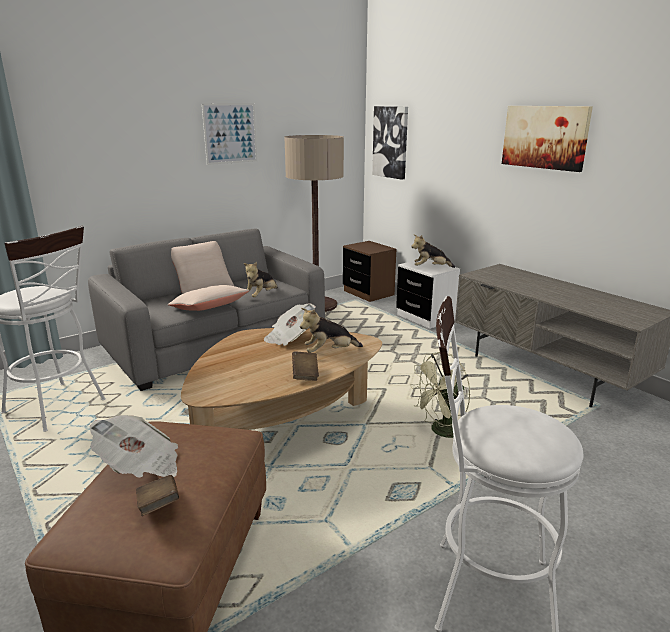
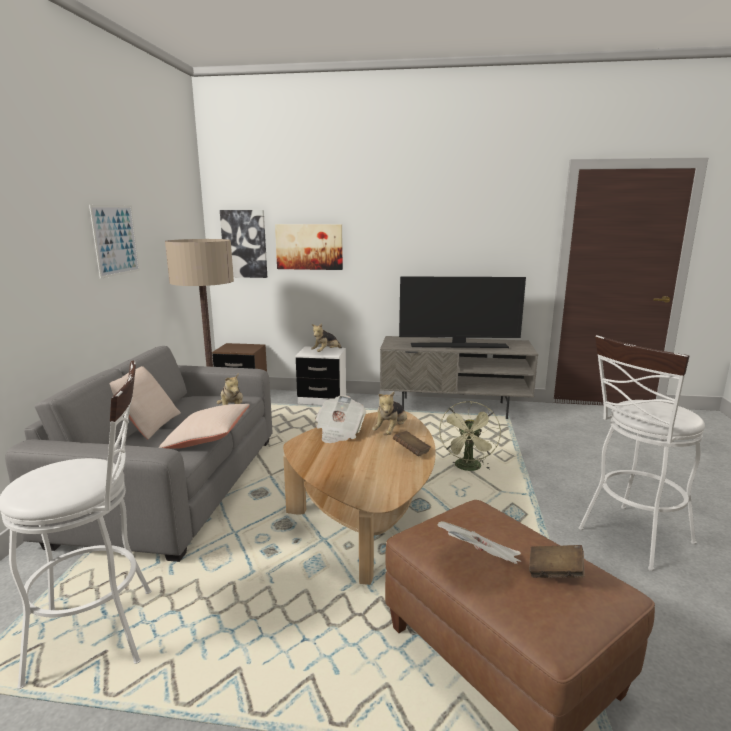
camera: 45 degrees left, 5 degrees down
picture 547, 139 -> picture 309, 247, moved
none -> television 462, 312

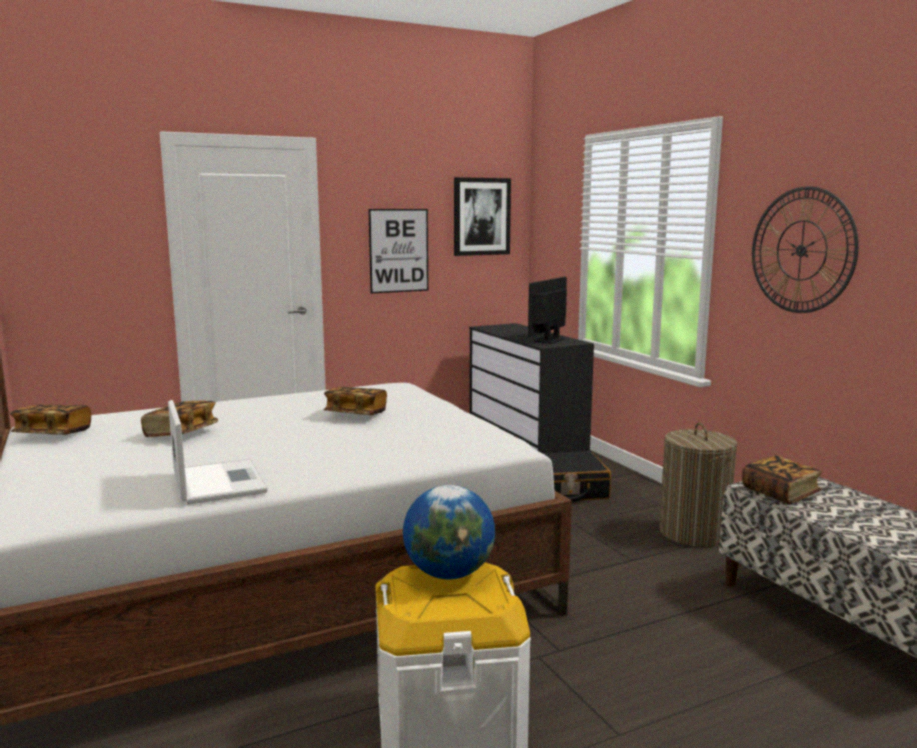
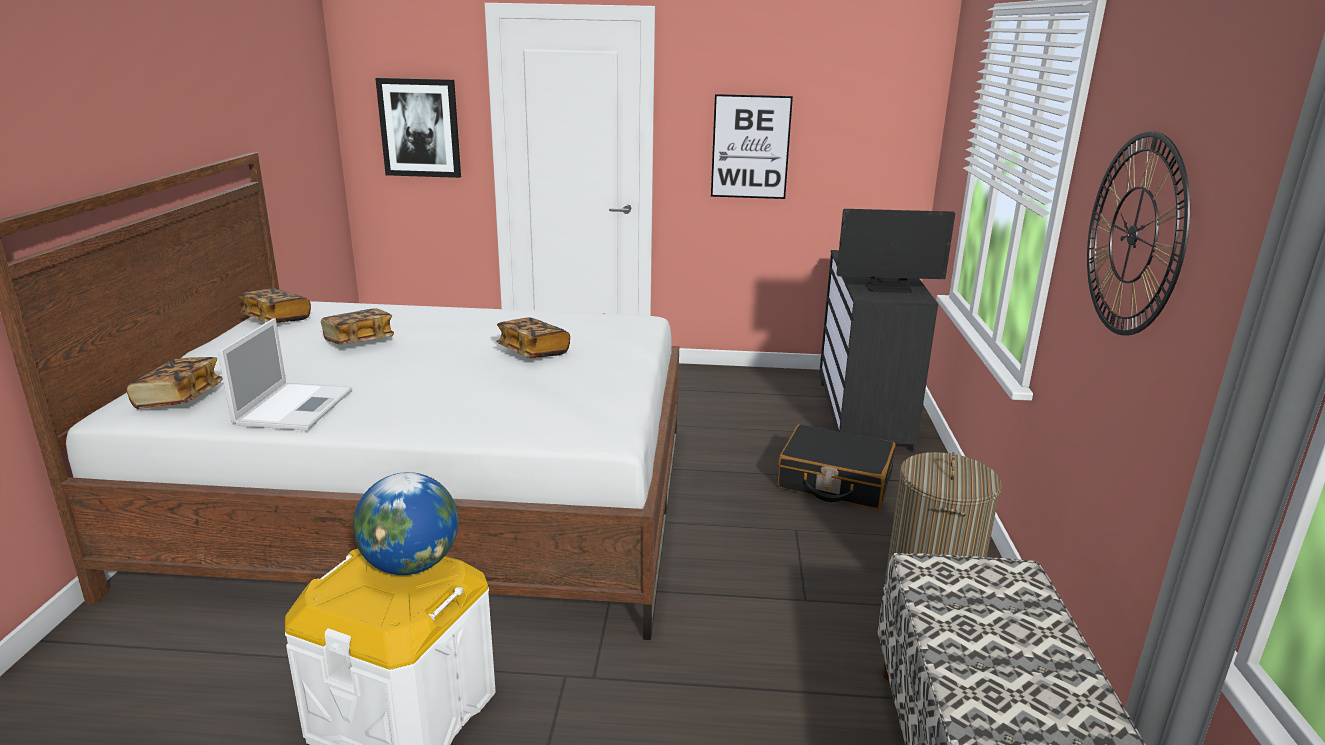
camera: 30 degrees right, 10 degrees up
book 782, 479 -> book 174, 383, moved
picture 482, 216 -> picture 418, 128, moved
monitor 547, 310 -> monitor 896, 251, 150 degrees counterclockwise

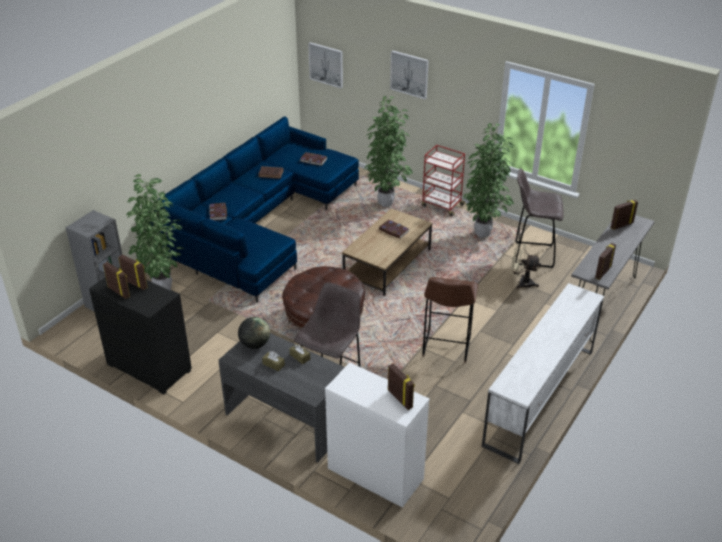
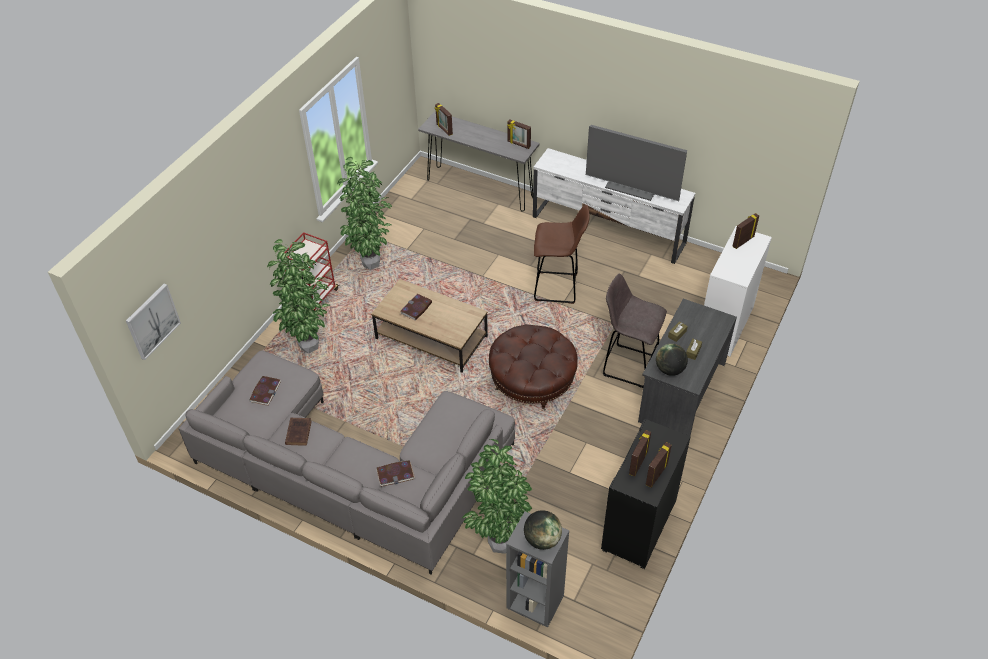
camera: 95 degrees left, 10 degrees up
sofa in blue 254, 209 -> sofa in grey 347, 462
none -> globe 543, 530
none -> television 636, 163
picture 409, 74 -> none
fan in beige 525, 266 -> none
stool in grey 539, 218 -> none

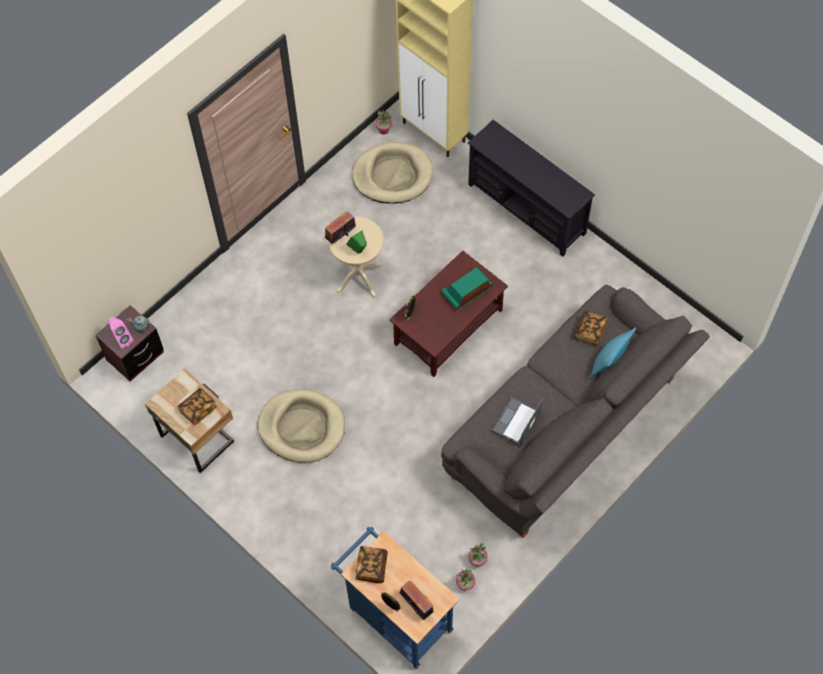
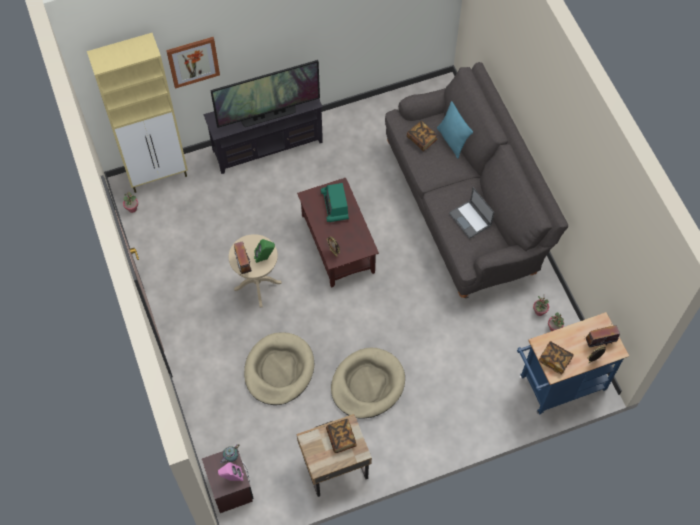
camera: 65 degrees left, 0 degrees up
none -> picture 193, 63
none -> television 265, 94
dog bed in beige 392, 173 -> dog bed in beige 279, 368, moved

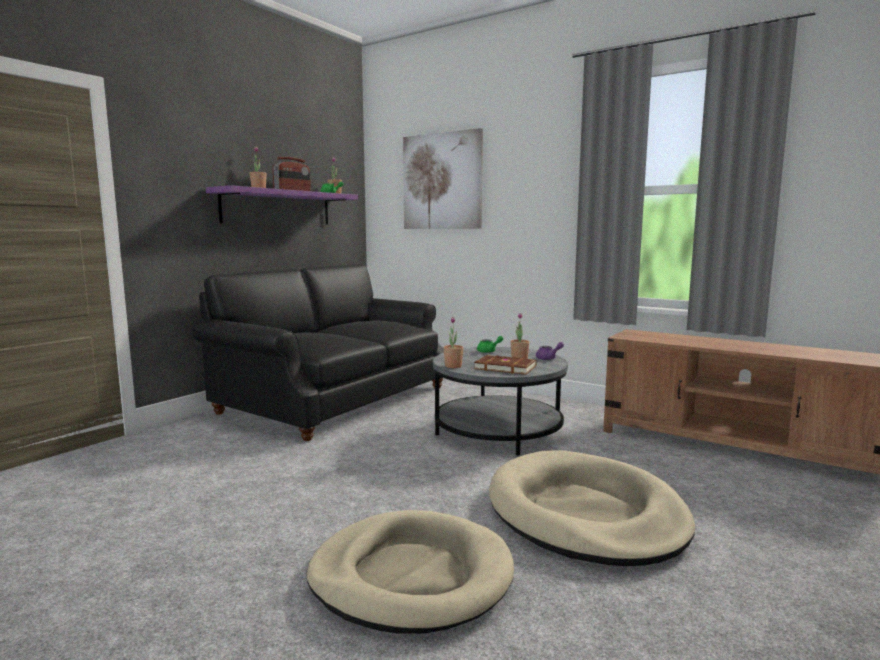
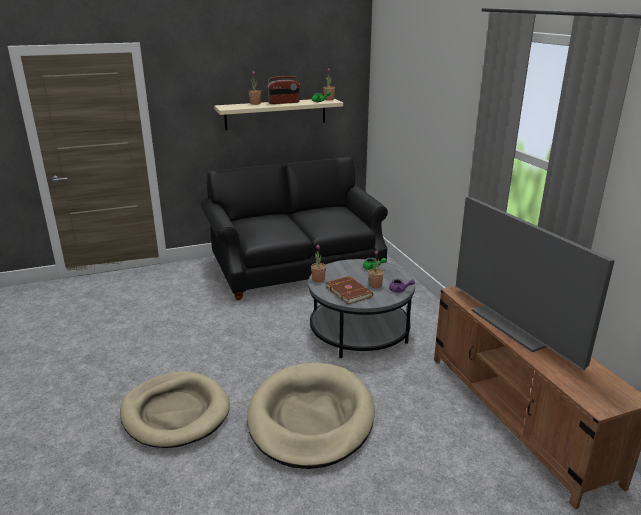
camera: 35 degrees right, 15 degrees up
shelf in purple 282, 204 -> shelf in beige 278, 114
none -> television 535, 284
picture 443, 178 -> none

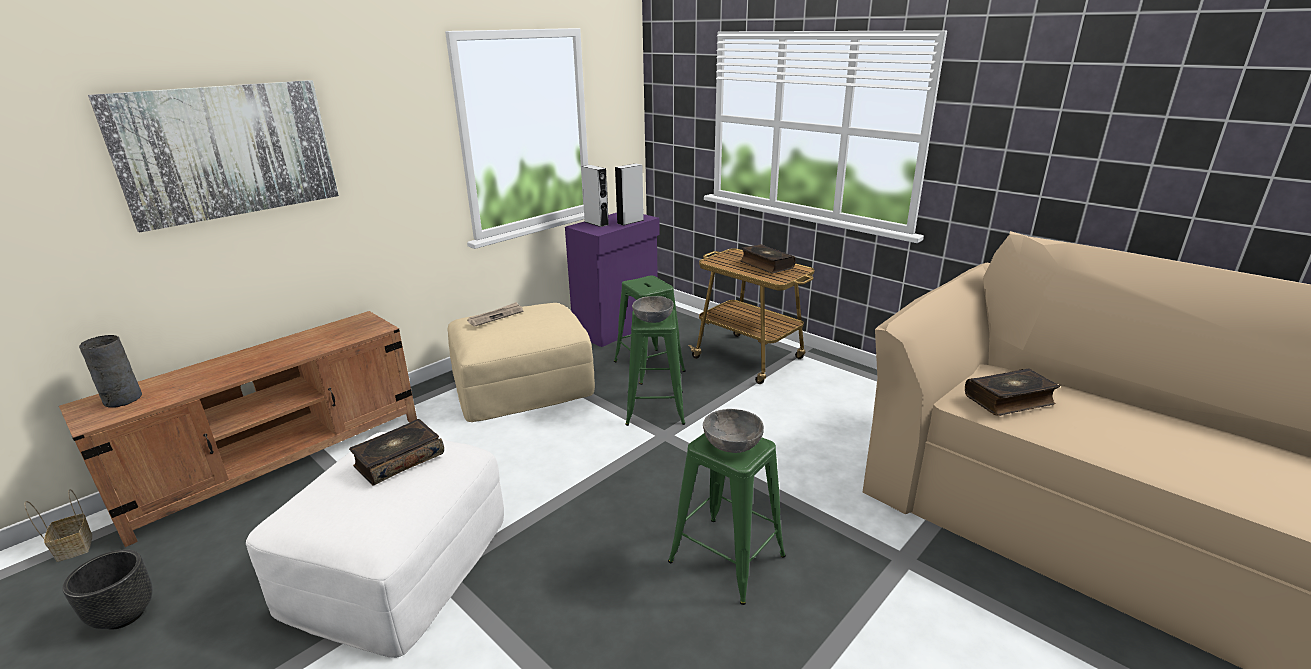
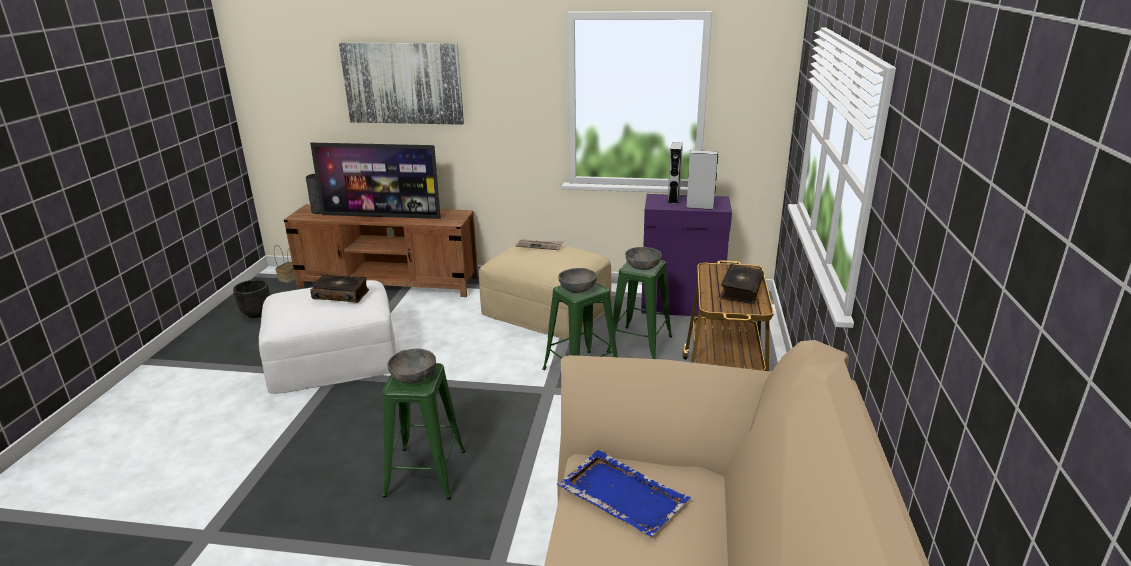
camera: 55 degrees right, 0 degrees up
none -> television 375, 181
book 1012, 392 -> tray in blue 624, 493
none -> bowl in grey 643, 258

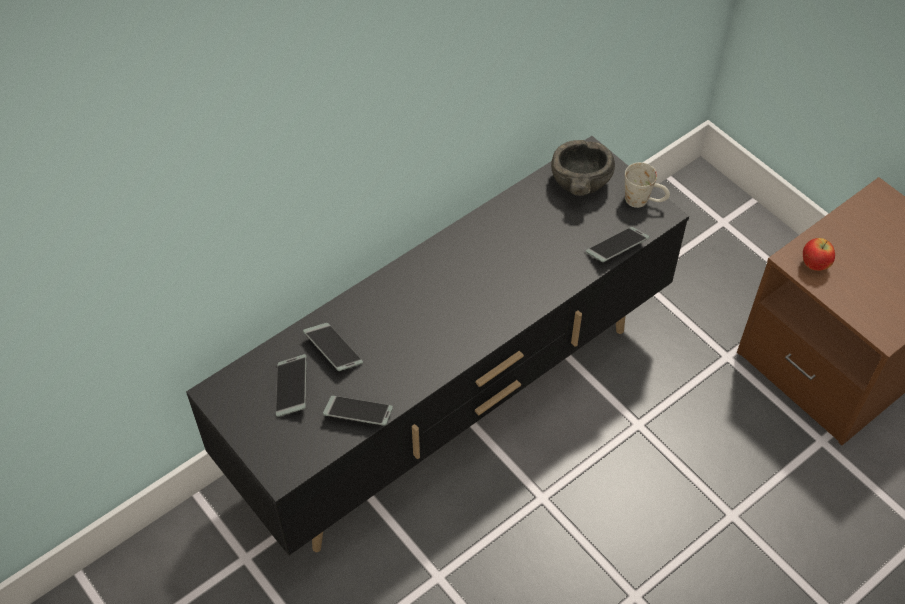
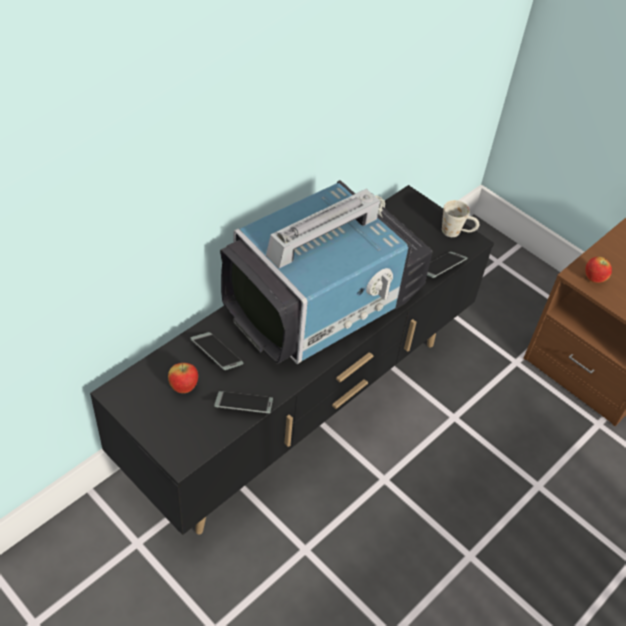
camera: 10 degrees left, 5 degrees down
phone 291, 385 -> apple 183, 378
none -> television 326, 272
bowl in grey 583, 168 -> none

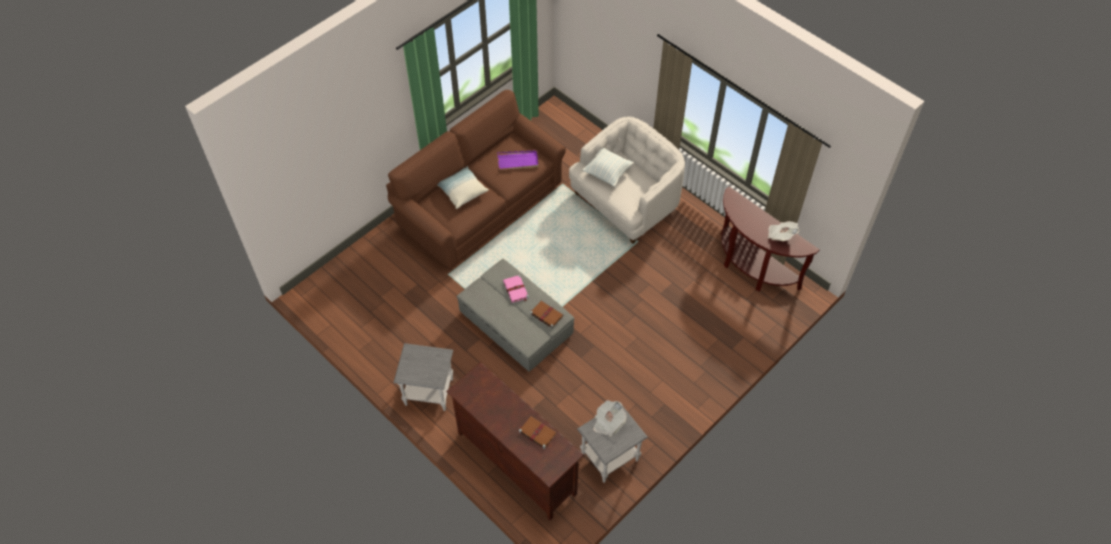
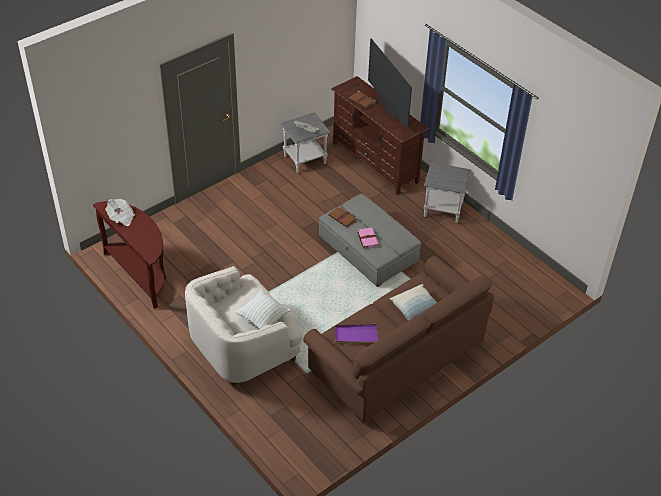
camera: 175 degrees left, 10 degrees down
none -> television 390, 84

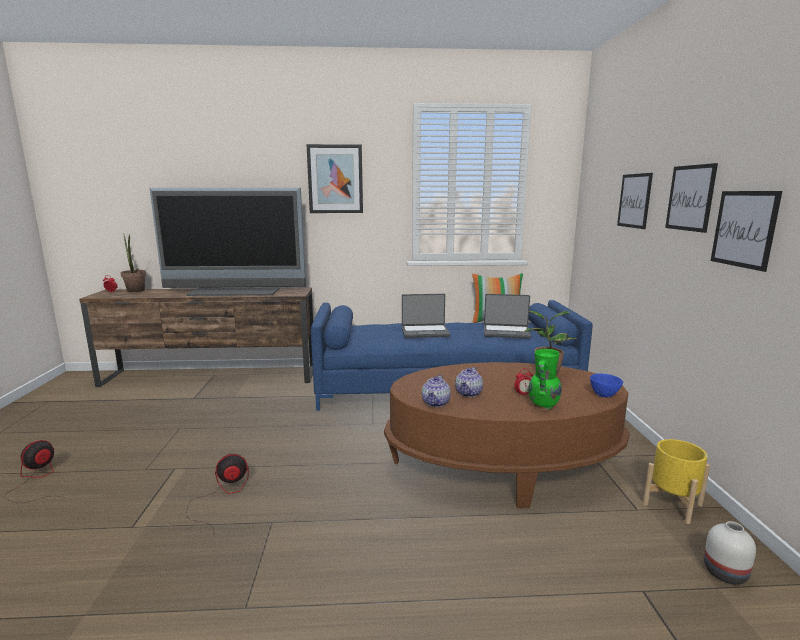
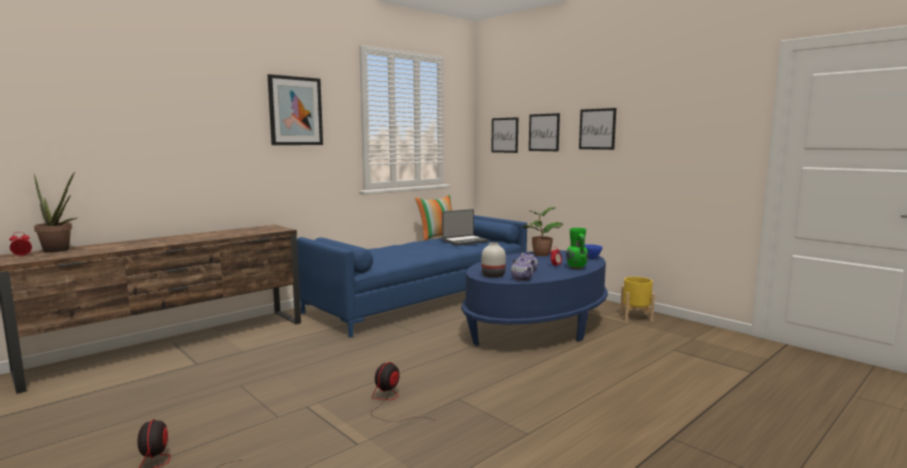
camera: 40 degrees left, 5 degrees down
coffee table in brown 507, 435 -> coffee table in blue 534, 298
vase in white 730, 553 -> vase in white 494, 260, moved
picture 746, 231 -> picture 504, 135, moved
television 228, 242 -> none
laptop 426, 316 -> none

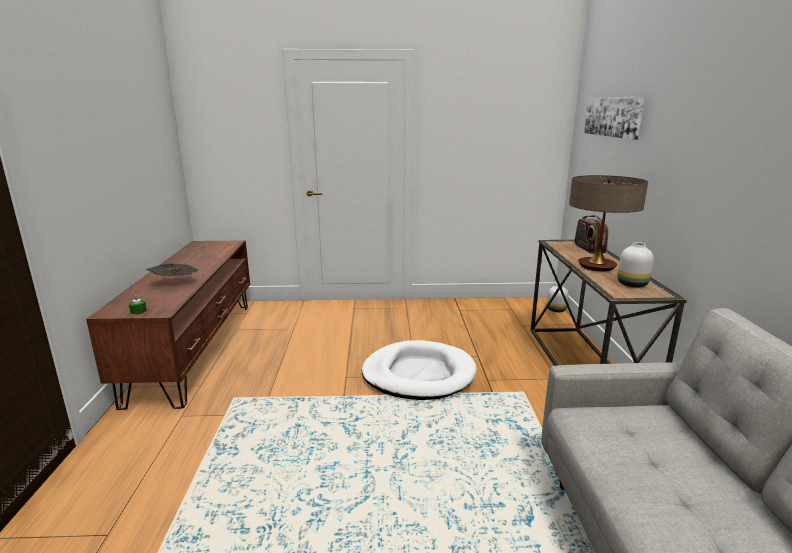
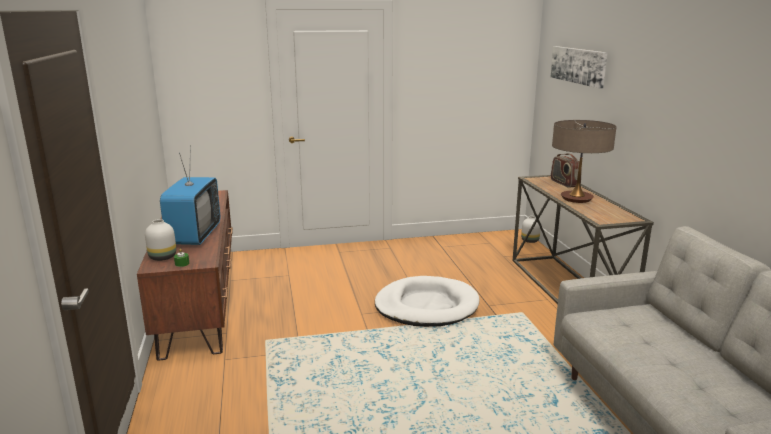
camera: 10 degrees left, 0 degrees up
vase in white 636, 265 -> vase in white 160, 240, moved
newspaper 172, 270 -> television 190, 195

